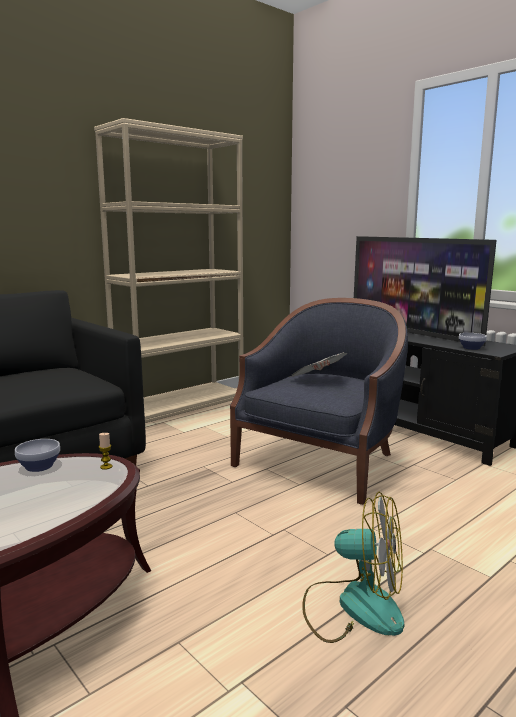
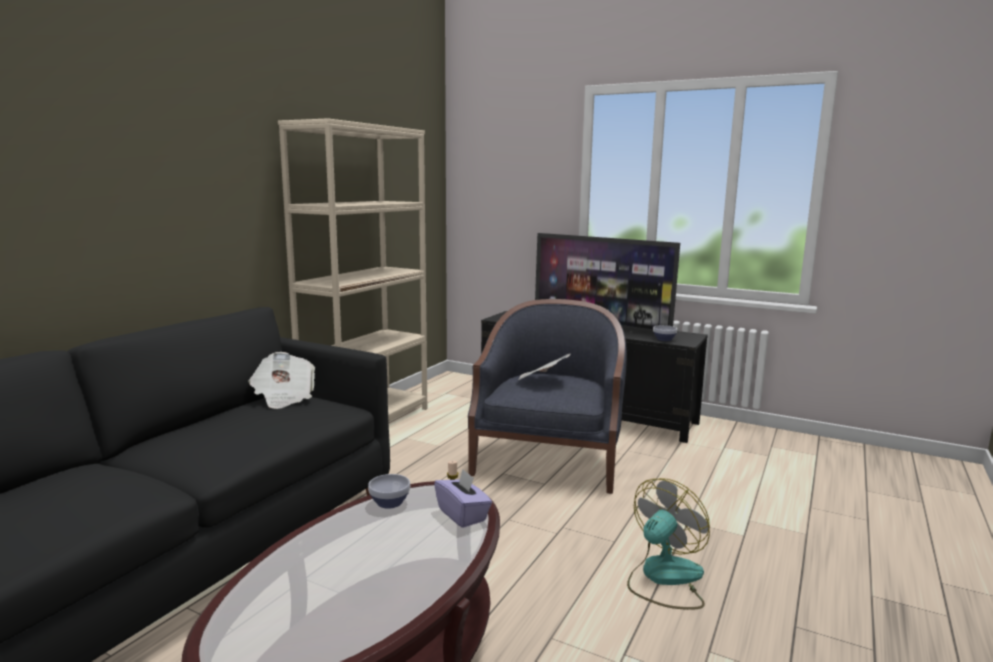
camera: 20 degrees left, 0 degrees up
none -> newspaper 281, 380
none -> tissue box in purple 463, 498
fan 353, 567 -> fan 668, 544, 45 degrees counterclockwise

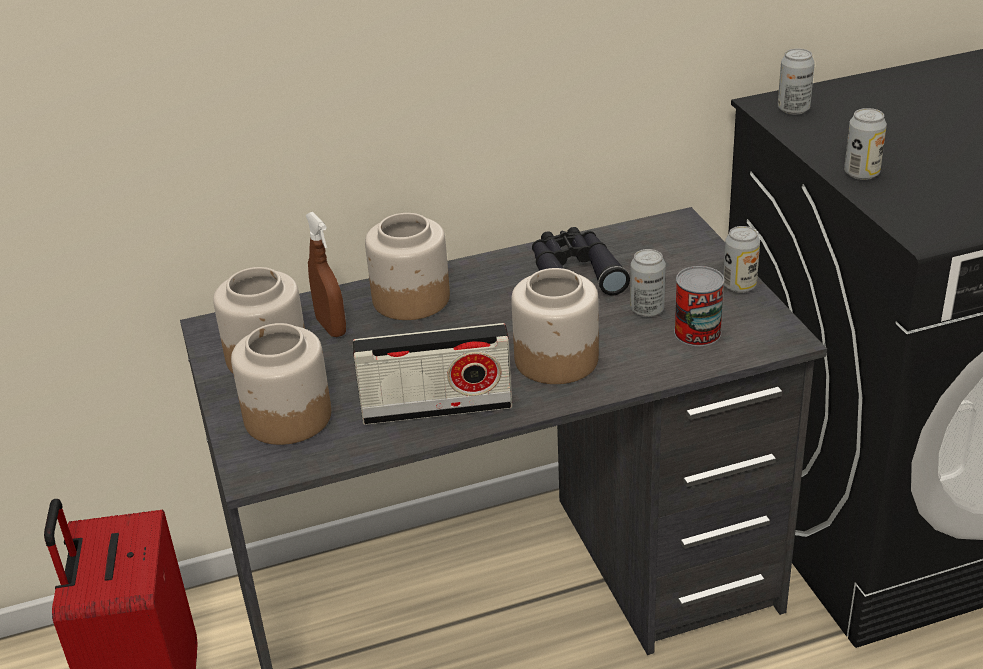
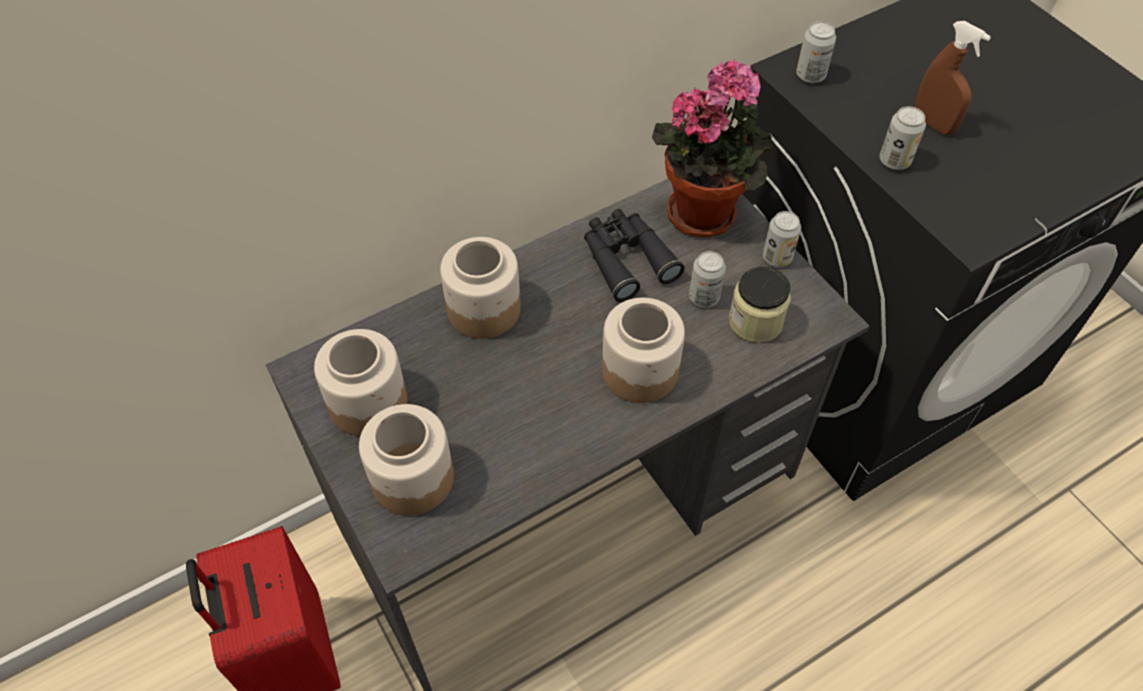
camera: 15 degrees left, 20 degrees up
none -> potted plant 712, 148
can 699, 306 -> jar 760, 305
spray bottle in brown 325, 274 -> spray bottle in brown 953, 78, moved
radio 432, 374 -> none

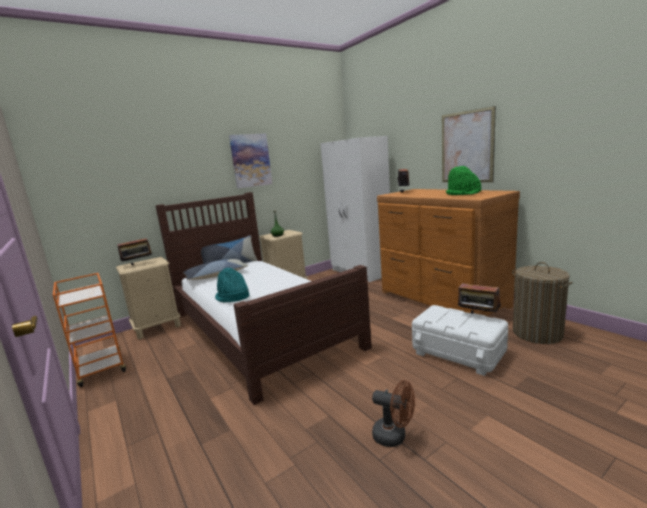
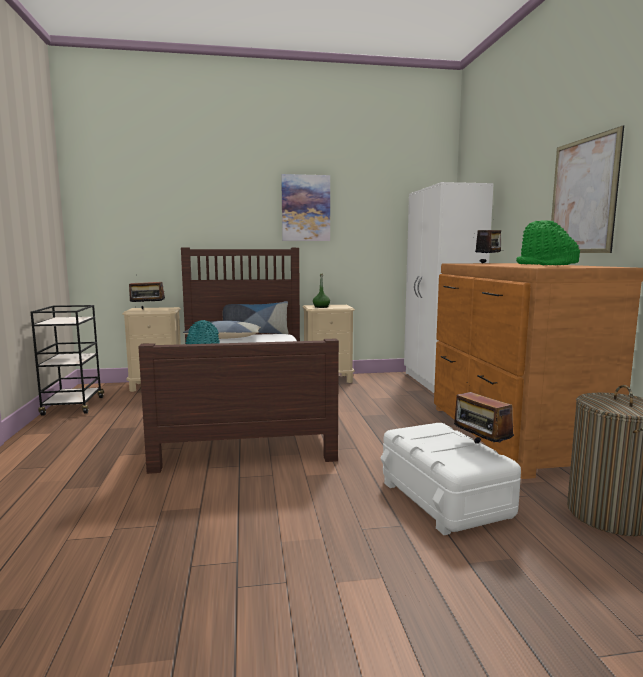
camera: 25 degrees right, 5 degrees down
cart in orange 89, 330 -> cart in black 67, 360
fan in brown 393, 413 -> none

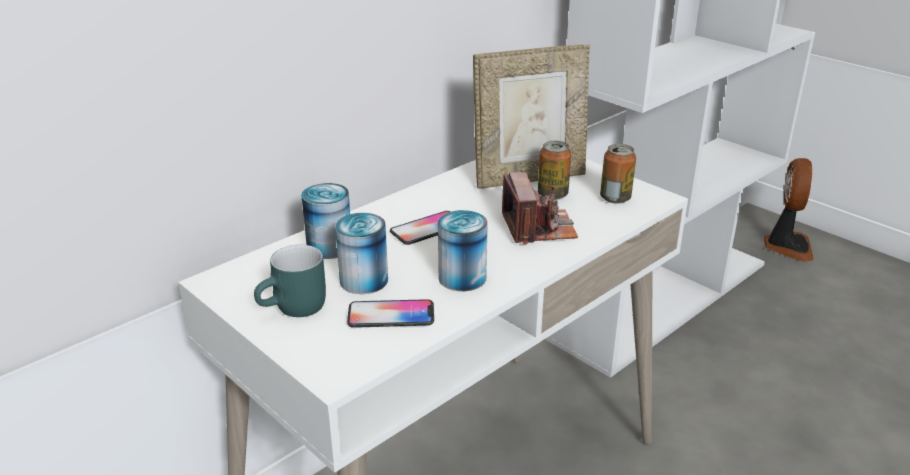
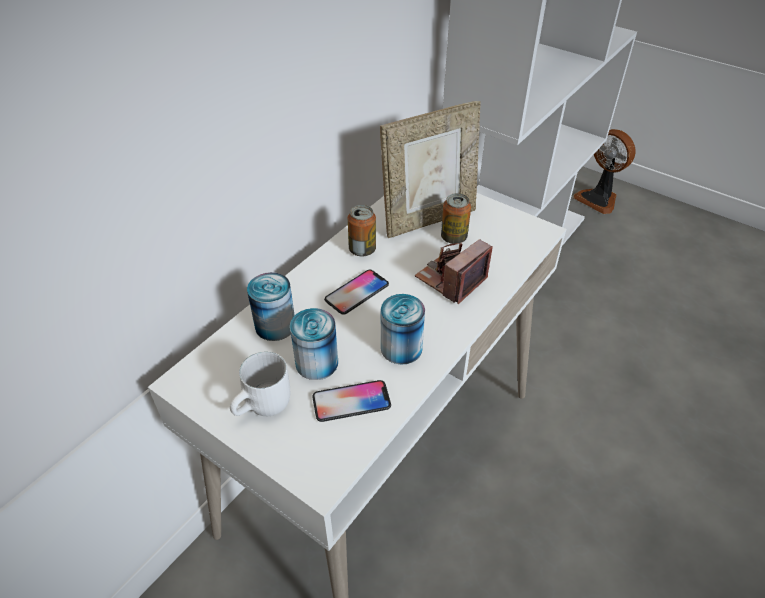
camera: 10 degrees left, 15 degrees up
mug in turquoise 290, 281 -> mug in white 260, 384
can 618, 174 -> can 362, 230, moved
photo camera 540, 208 -> photo camera 454, 271, 120 degrees counterclockwise
fan 789, 210 -> fan 604, 171, 135 degrees clockwise

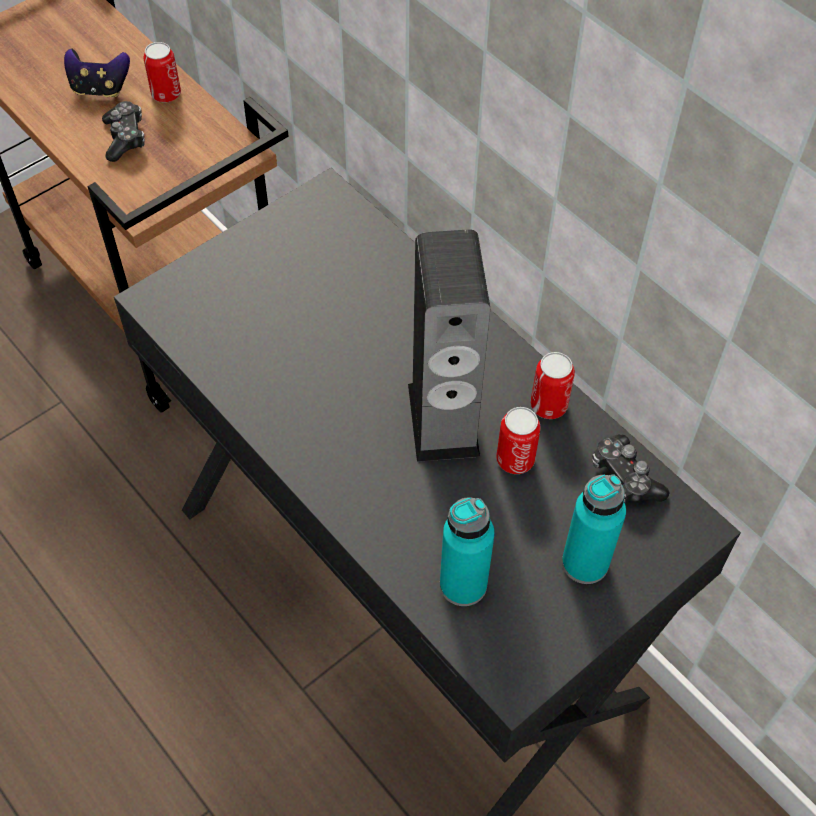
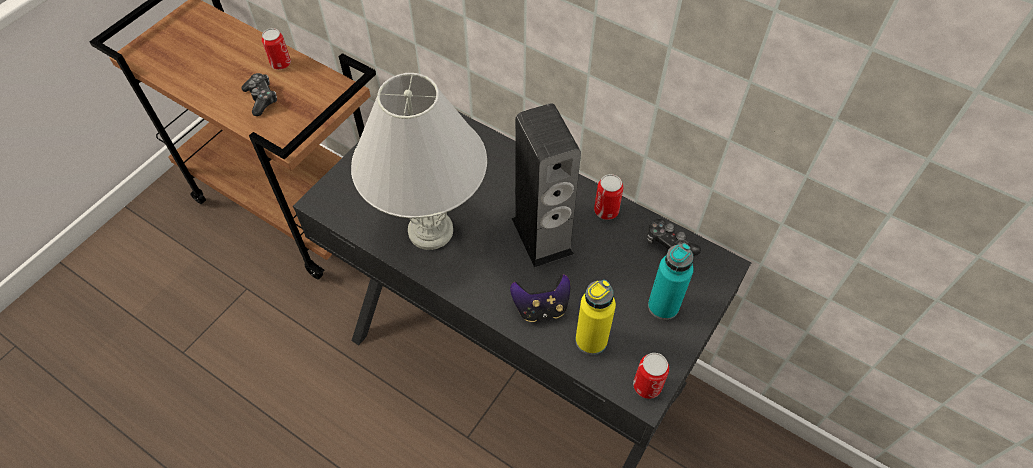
camera: 15 degrees left, 0 degrees up
none -> table lamp in white 419, 161
game controller 97, 72 -> game controller 540, 298, moved
bottle in turquoise 467, 551 -> bottle in yellow 595, 317
can 518, 440 -> can 651, 376, moved

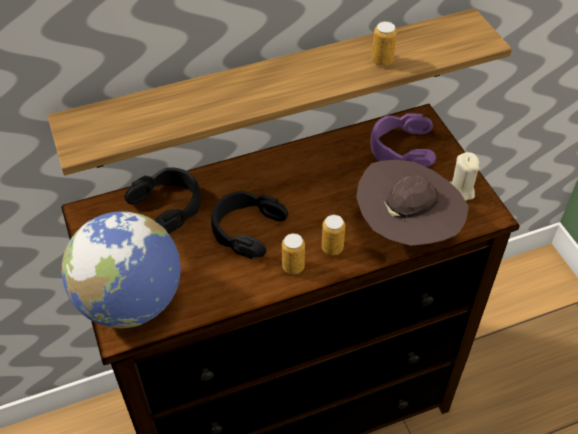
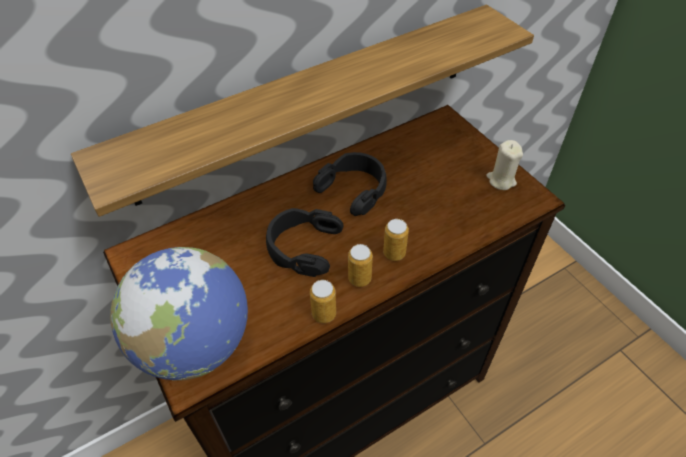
camera: 10 degrees left, 0 degrees up
can 384, 43 -> can 323, 301, moved
headphones in black 163, 200 -> headphones in black 350, 184, moved
hat in brown 412, 203 -> none
headphones in purple 403, 140 -> none

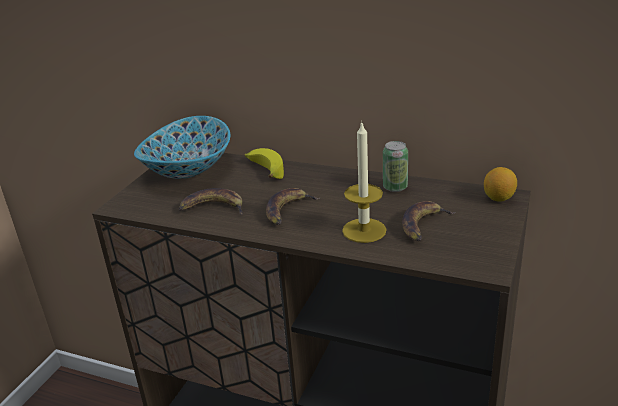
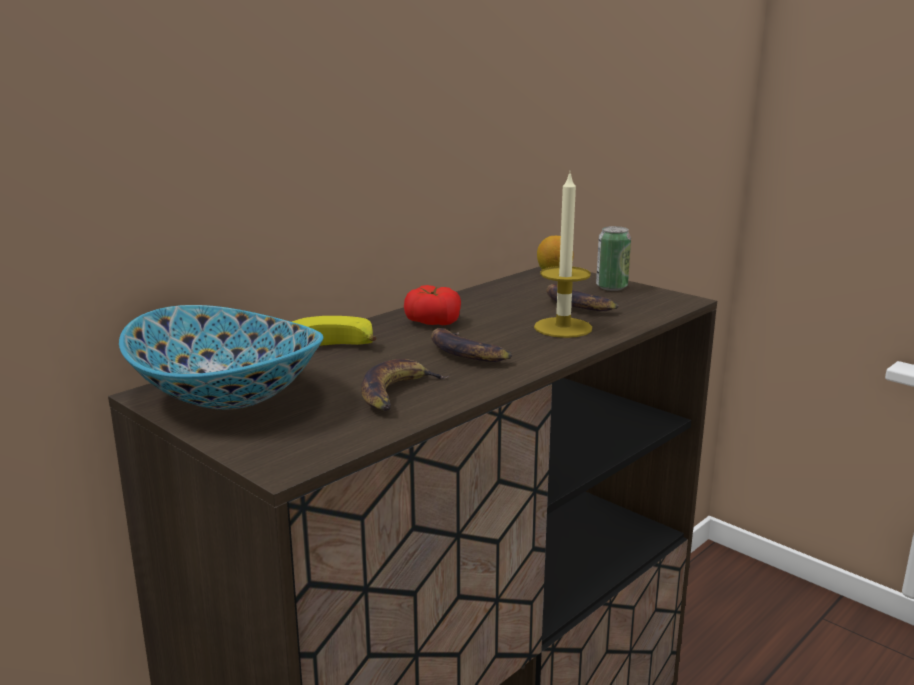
camera: 70 degrees left, 10 degrees down
none -> tomato 432, 305
can 395, 166 -> can 613, 258, moved

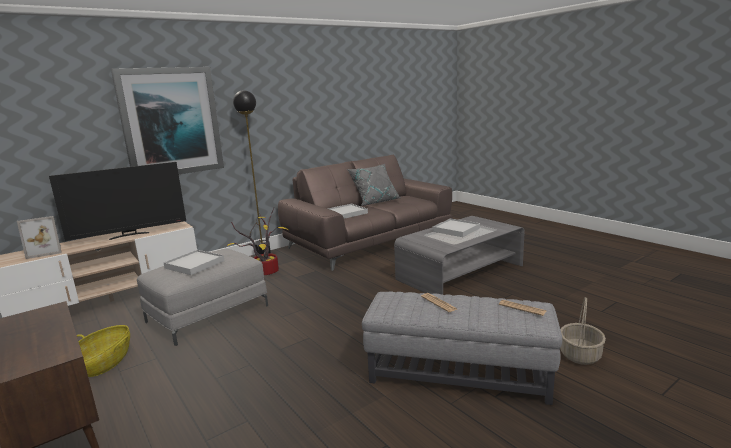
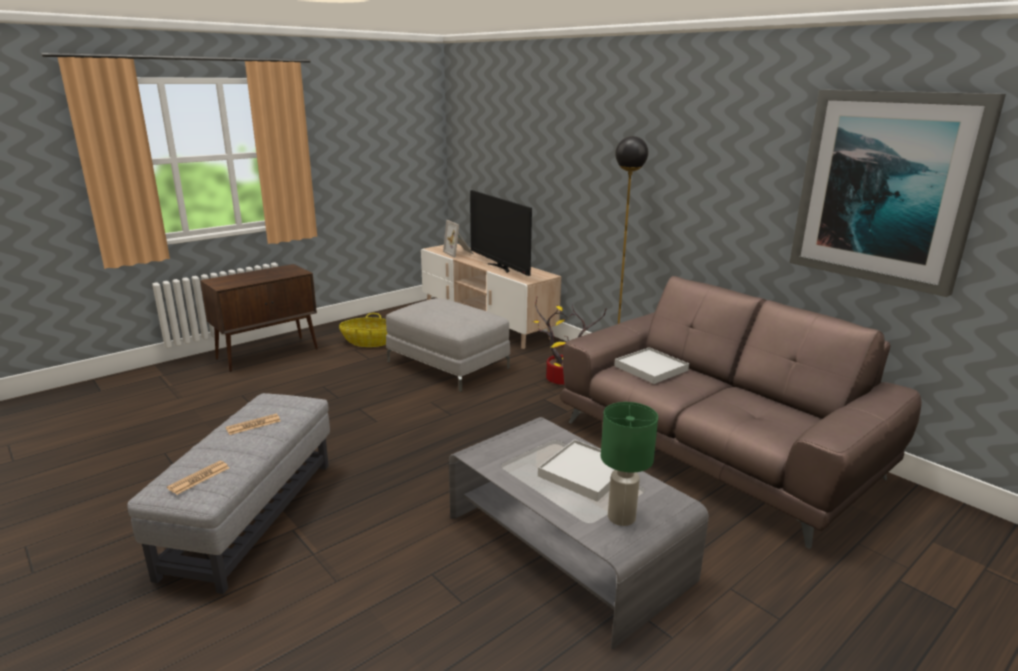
camera: 85 degrees right, 5 degrees up
none -> table lamp in green 629, 464
picture 167, 120 -> picture 897, 193, moved
tray in white 194, 262 -> none
pillow in grey 373, 185 -> none
basket 583, 331 -> none

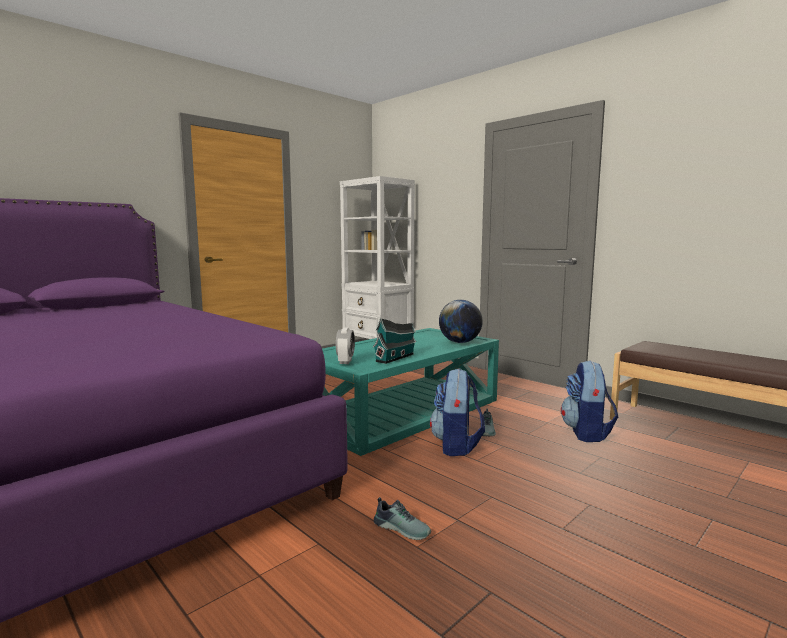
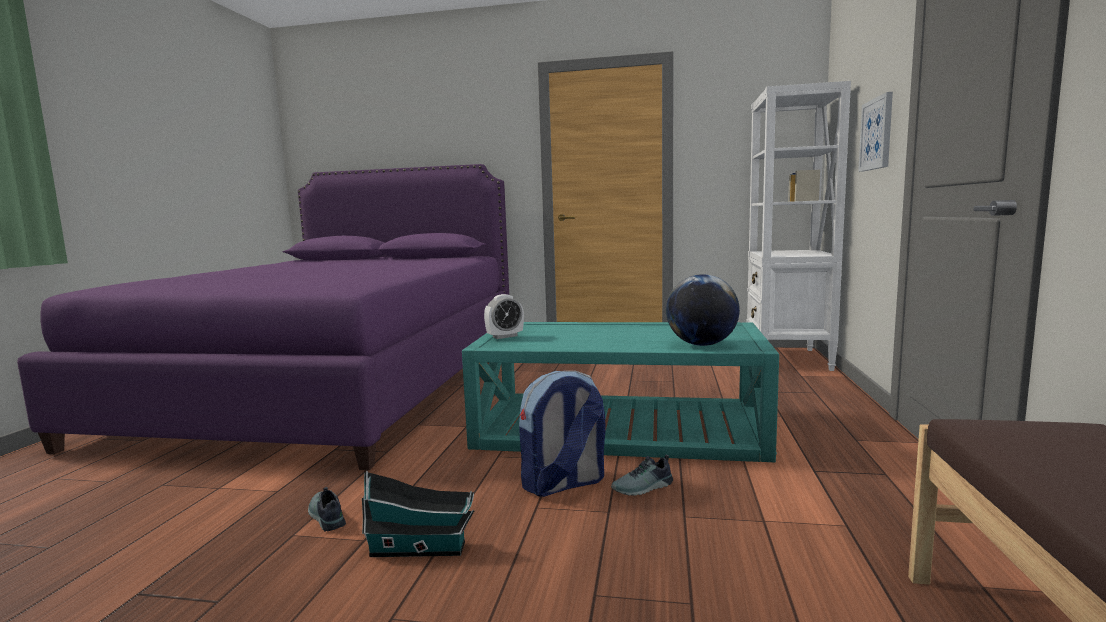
camera: 55 degrees right, 0 degrees up
shoe 402, 518 -> shoe 327, 509, 150 degrees clockwise
toy house 394, 341 -> toy house 418, 514, moved
none -> picture 875, 132
backpack 589, 401 -> none

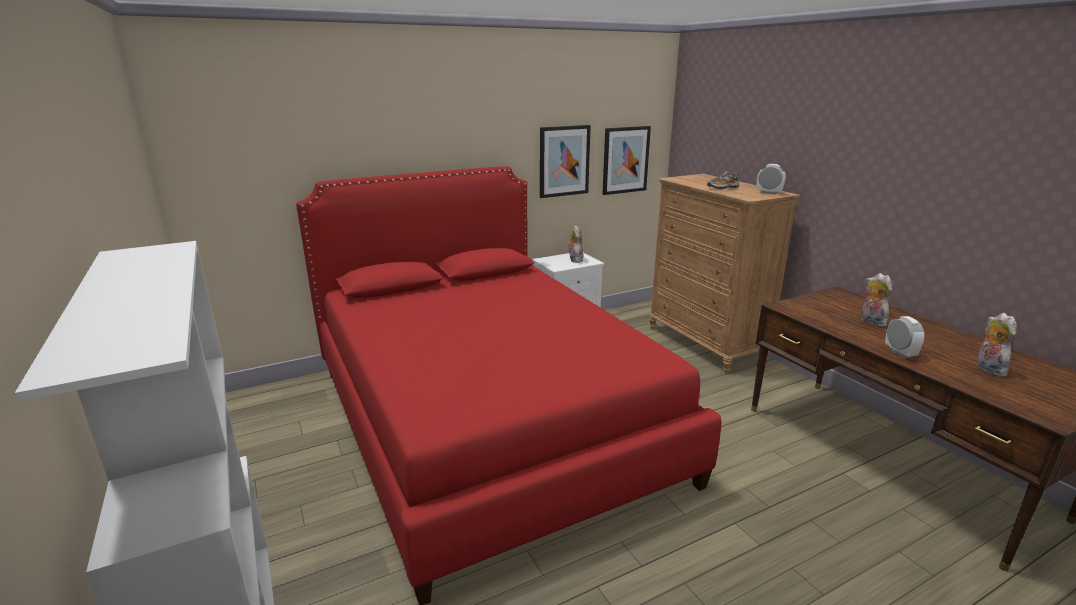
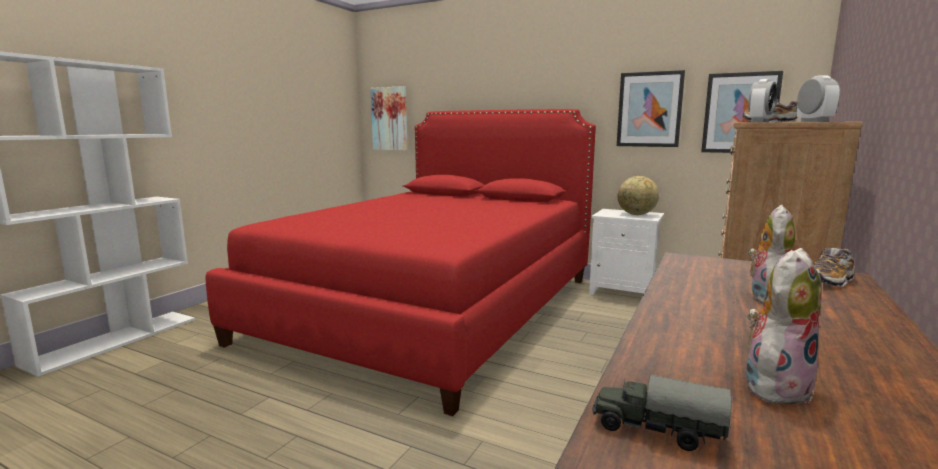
camera: 55 degrees right, 10 degrees down
none -> picture 389, 118
none -> toy truck 661, 413
plush toy 575, 244 -> globe 638, 195
alarm clock 904, 337 -> alarm clock 762, 100, moved
none -> shoe 834, 267

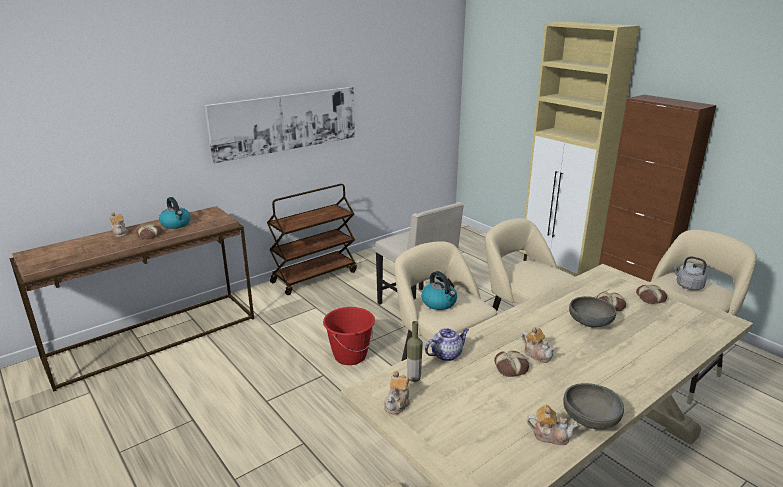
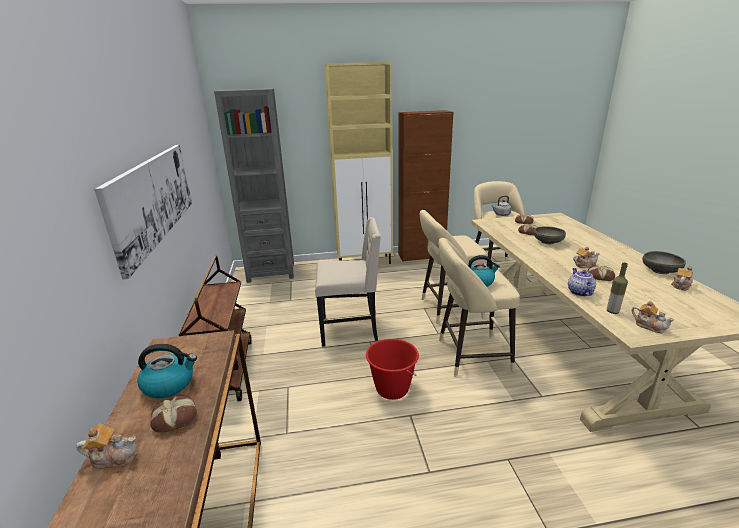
camera: 60 degrees left, 0 degrees up
none -> bookcase in grey 254, 185

